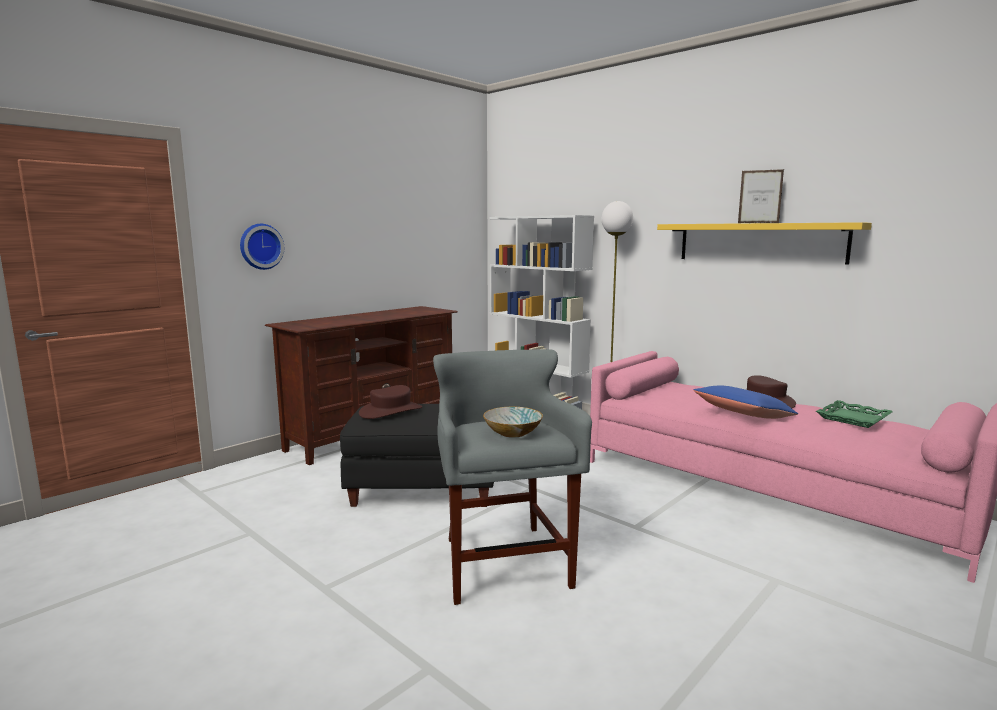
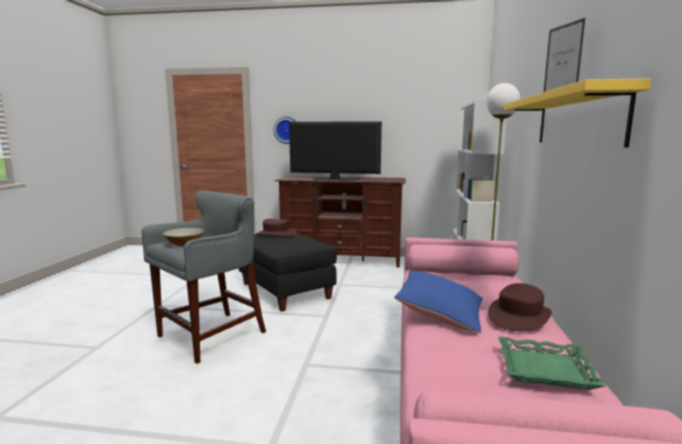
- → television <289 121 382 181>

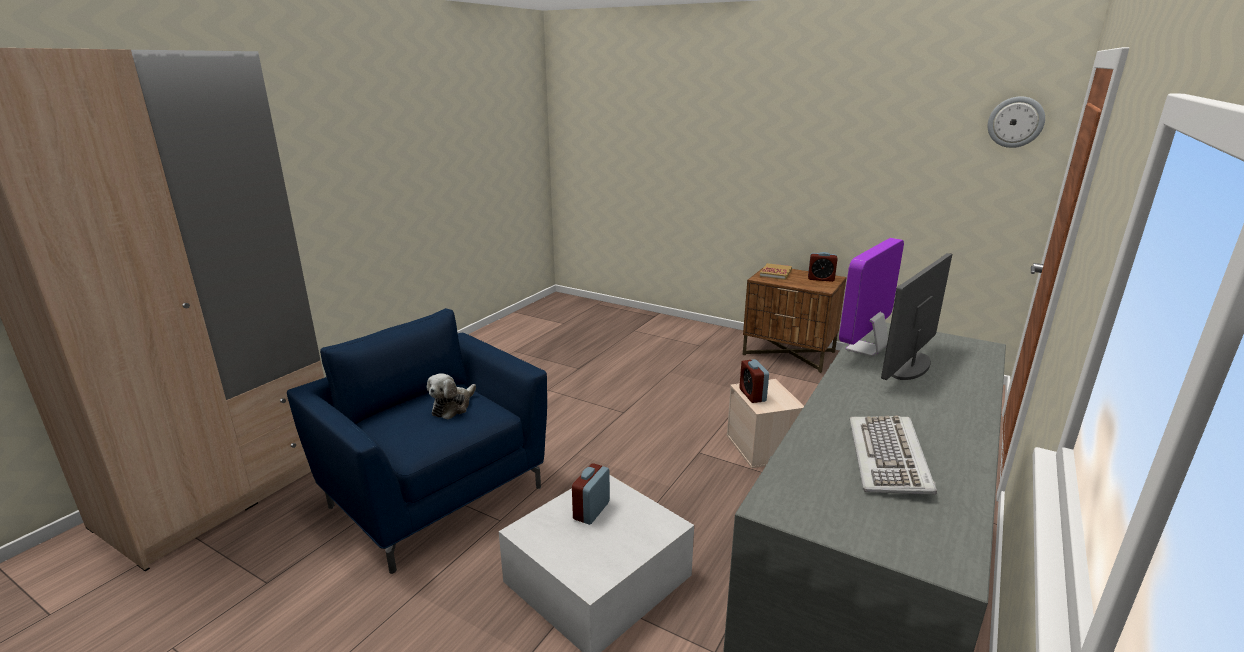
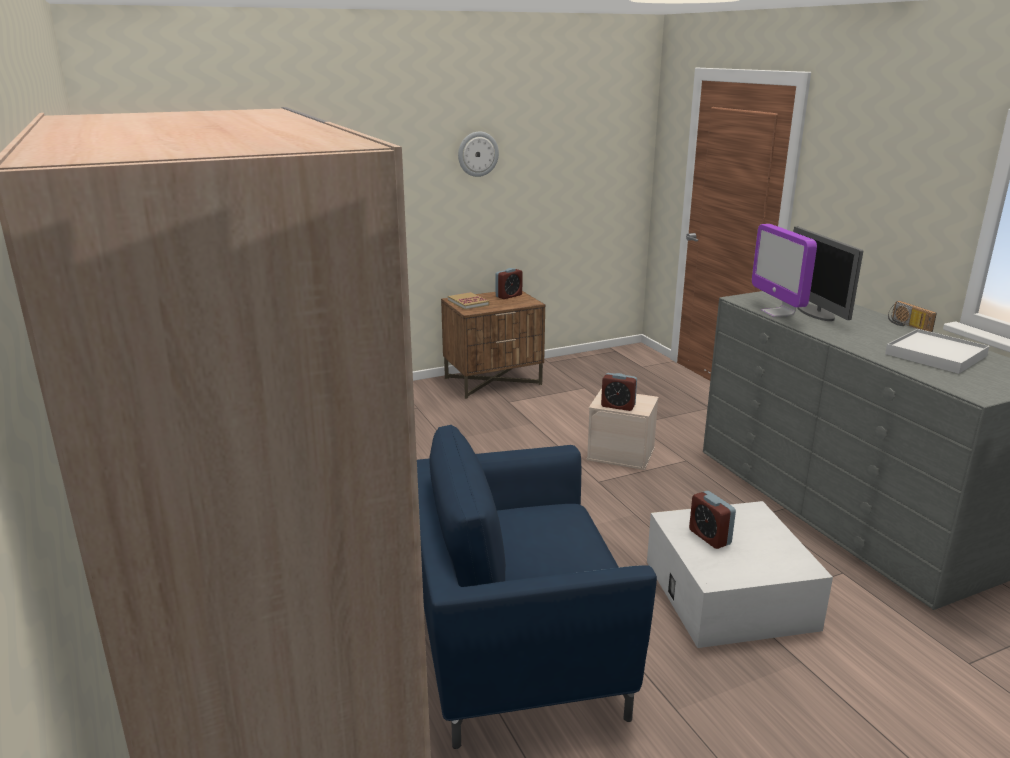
plush toy <427 373 476 419> → -
- → radio <888 301 937 332>
wall clock <988 96 1045 148> → wall clock <458 132 499 177>, moved
keyboard <850 415 937 494> → white tray <885 329 989 374>

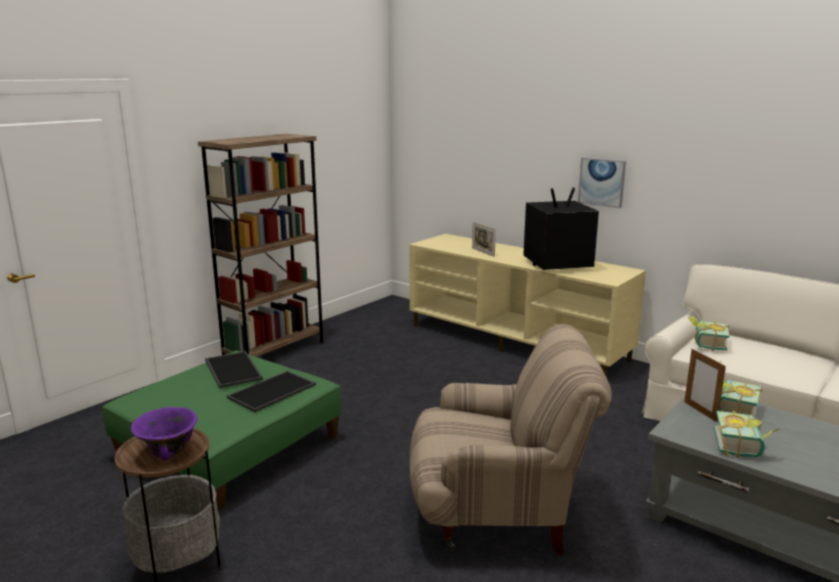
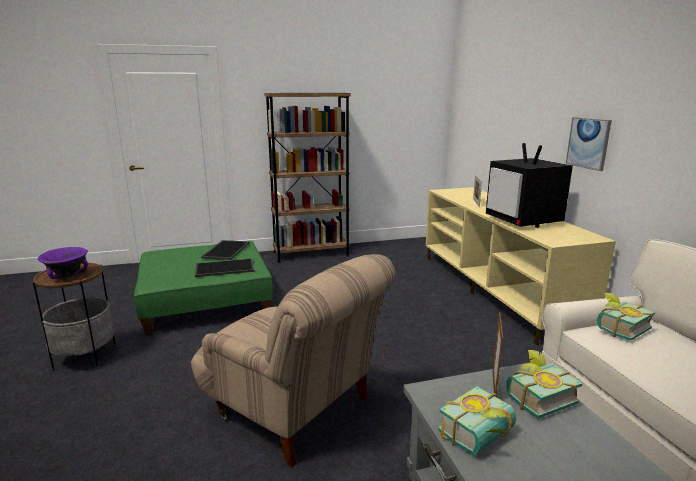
television <523 187 599 270> → television <486 143 573 228>, 135 degrees counterclockwise

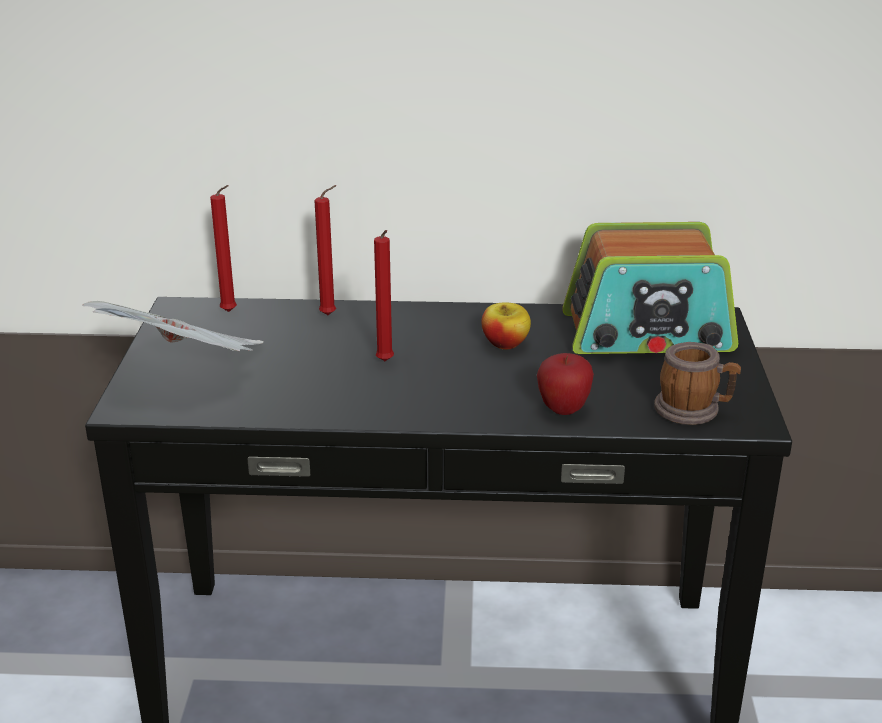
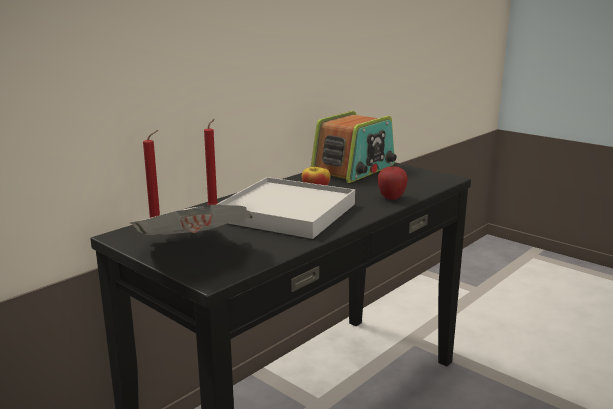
mug <654 342 741 425> → -
red candle <374 230 394 361> → white tray <216 177 355 239>

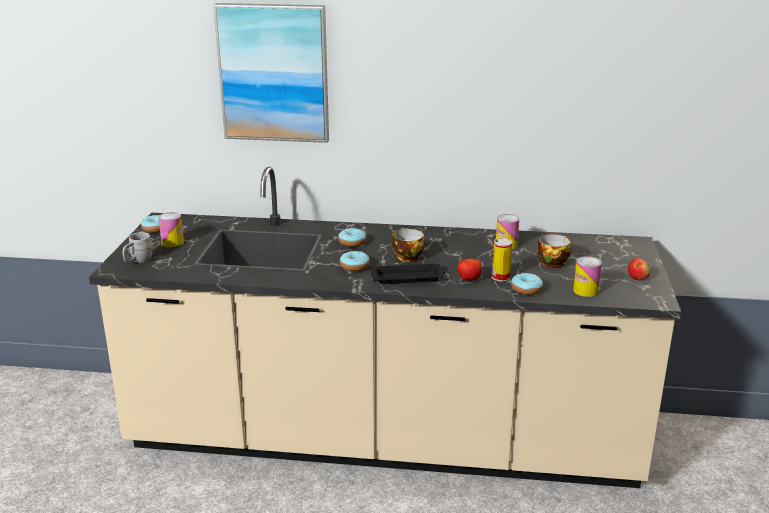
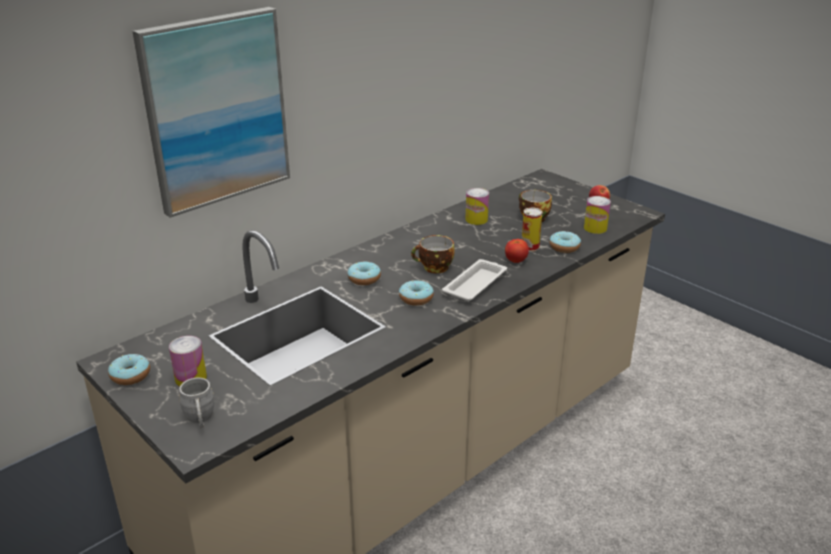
black tray <371 264 445 284> → white tray <442 259 507 301>

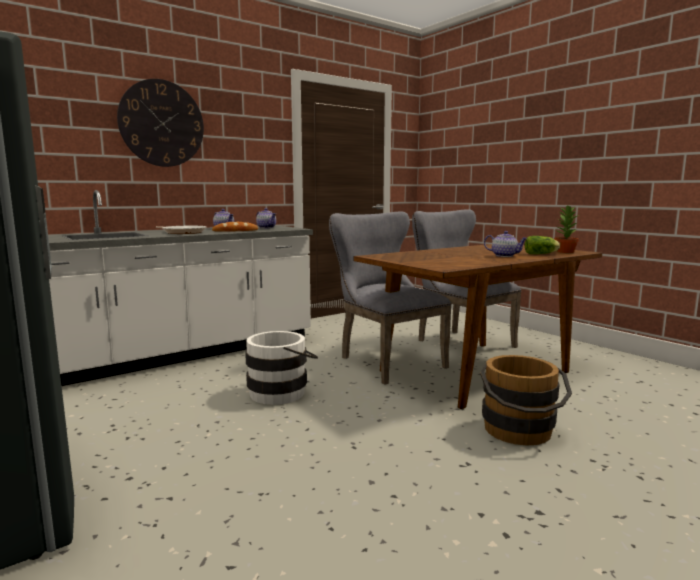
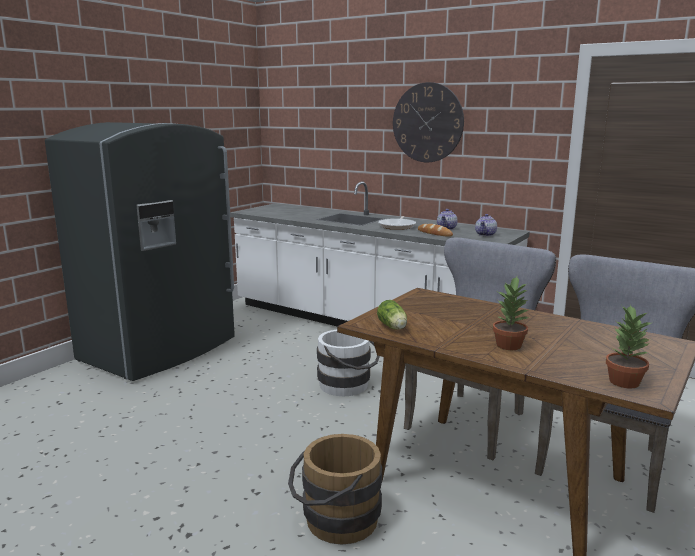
lettuce <525 236 560 254> → lettuce <377 300 407 329>, moved
teapot <484 231 528 257> → potted plant <493 277 531 350>

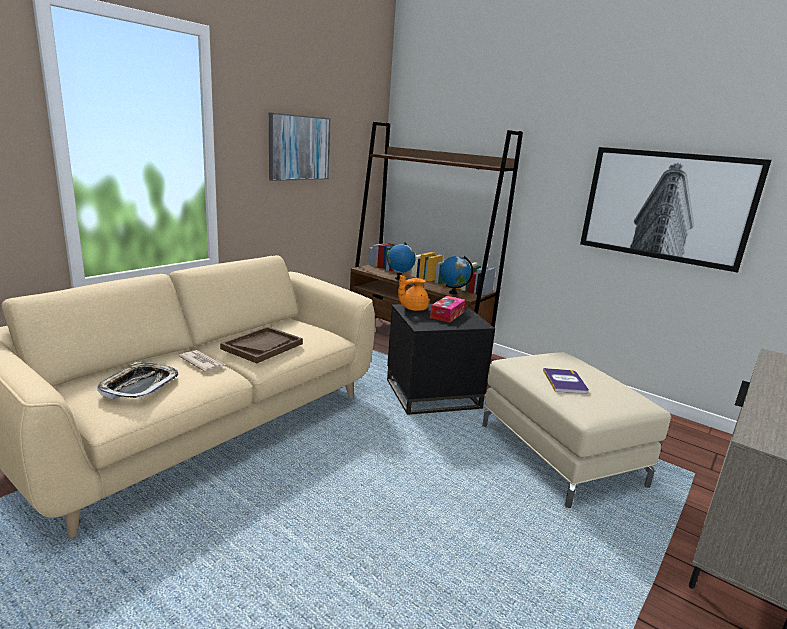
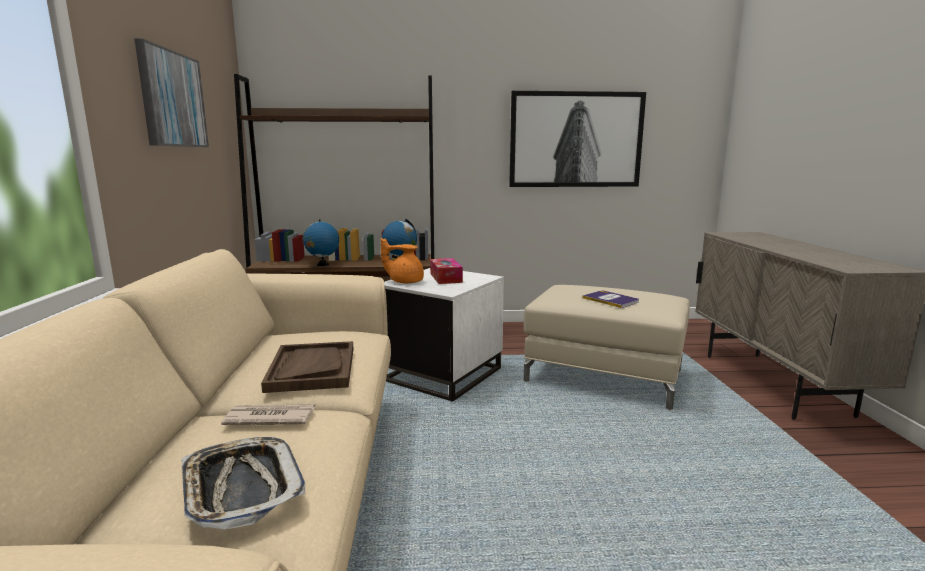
black side table <387 304 495 415> → white side table <384 268 504 402>
orange teapot <398 275 429 311> → orange teapot <381 238 424 283>, 75 degrees clockwise

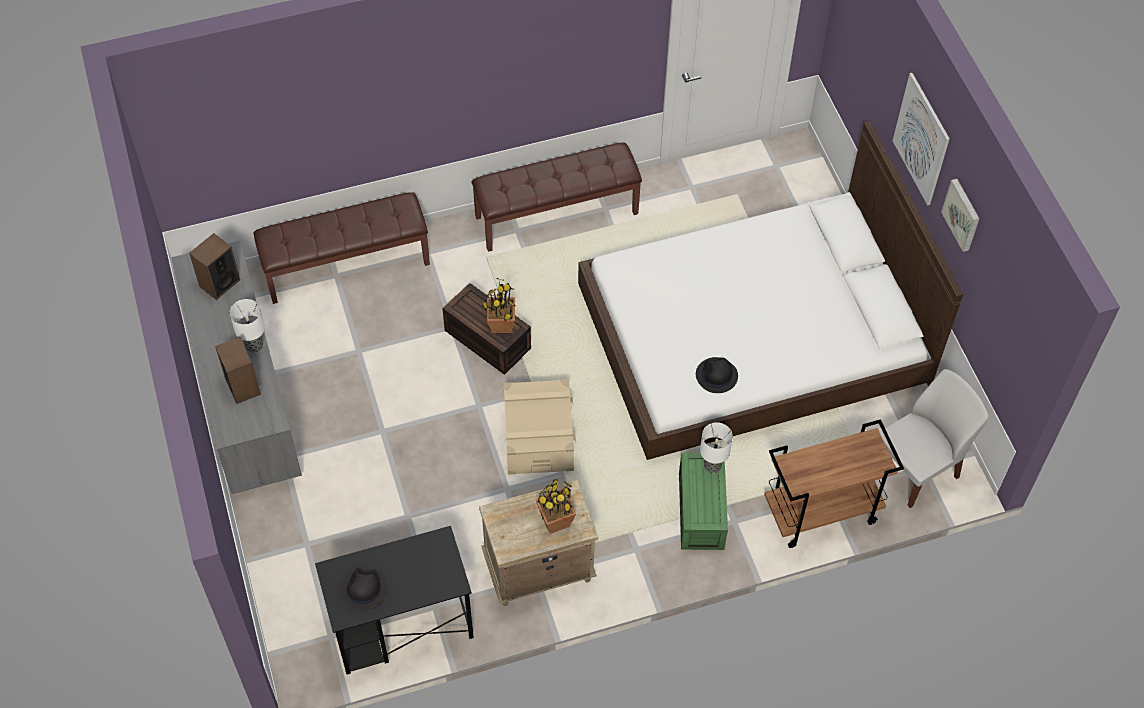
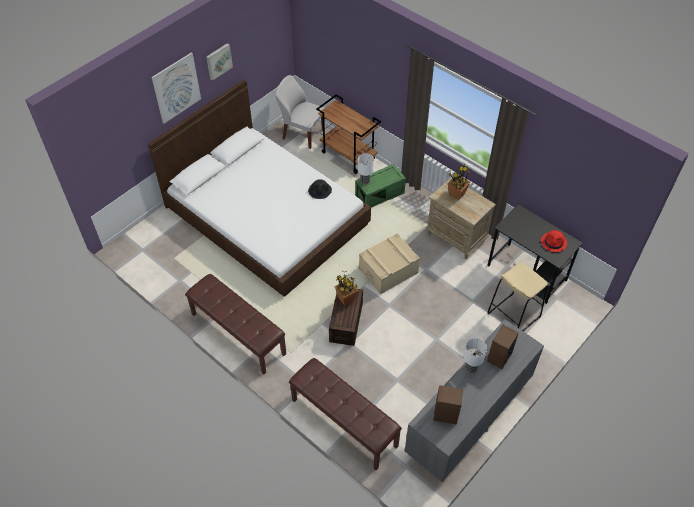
- → beige stool <487 262 548 331>
black hat <340 567 388 611> → red hat <541 230 567 252>

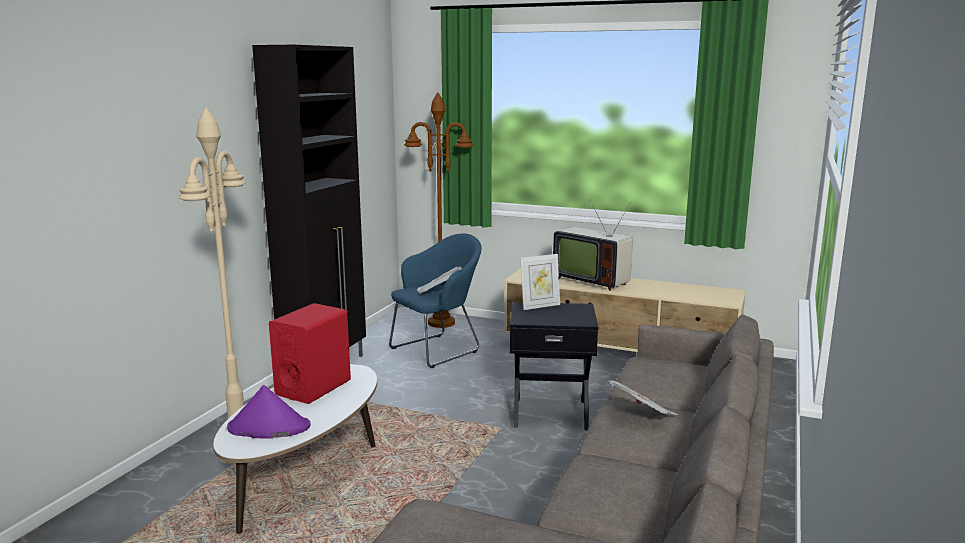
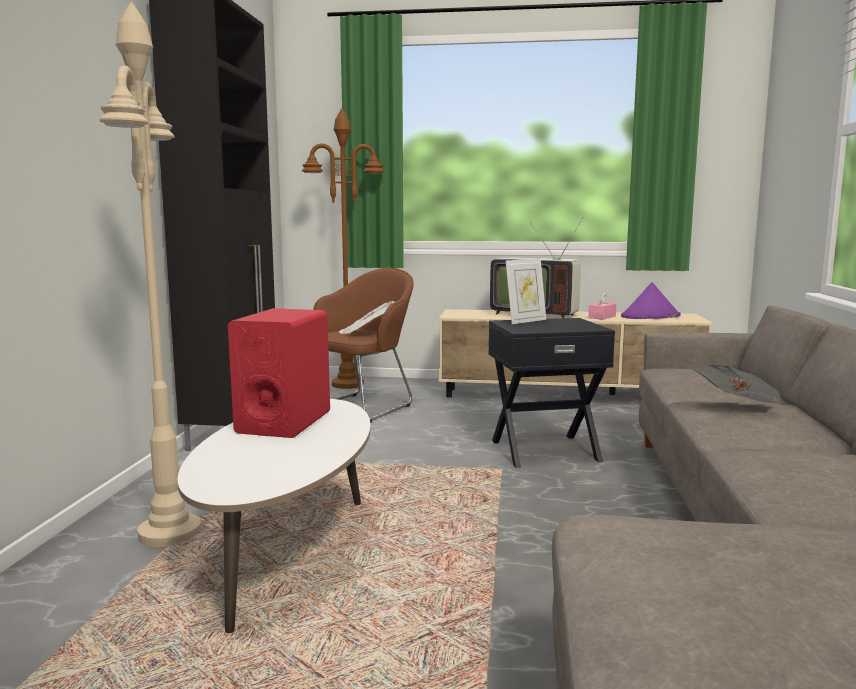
- → pink tissue box <588 292 616 320>
purple hat <227 385 311 439> → purple hat <621 282 681 319>, moved
blue armchair <389 233 482 368> → brown armchair <314 268 414 423>

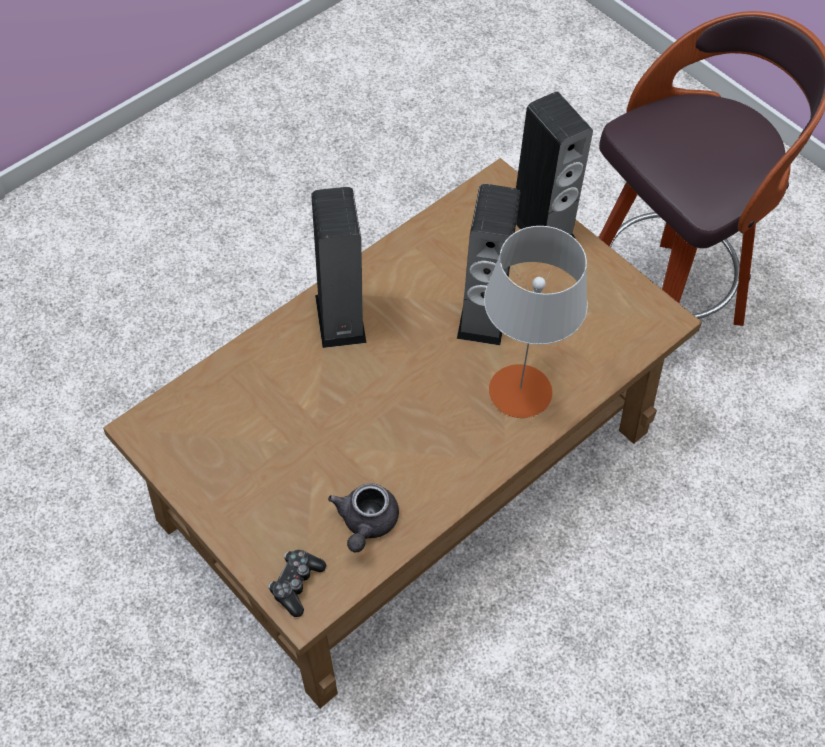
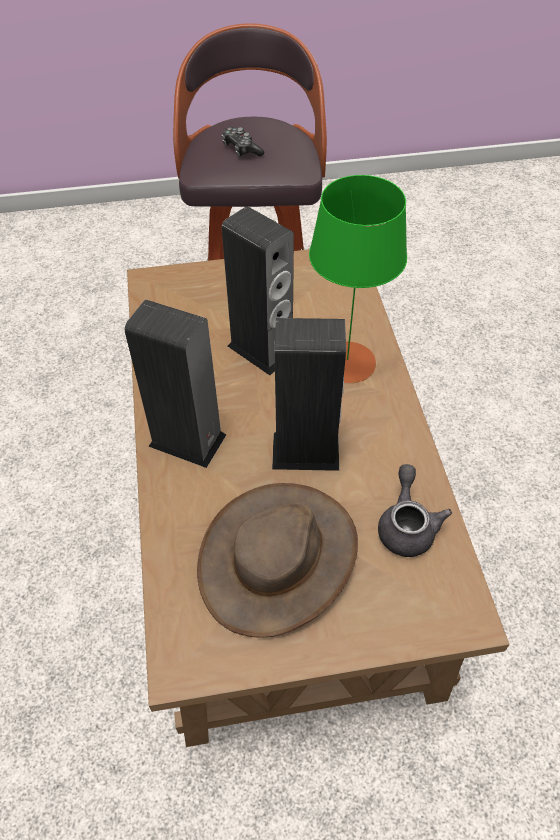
- → brown hat <197 483 358 638>
game controller <268 550 326 617> → game controller <222 127 264 157>, moved
speaker <516 92 593 239> → speaker <272 318 346 471>, moved
grey table lamp <484 226 588 418> → green table lamp <309 175 407 384>
grey teapot <328 483 399 552> → grey teapot <378 464 452 557>, 135 degrees counterclockwise

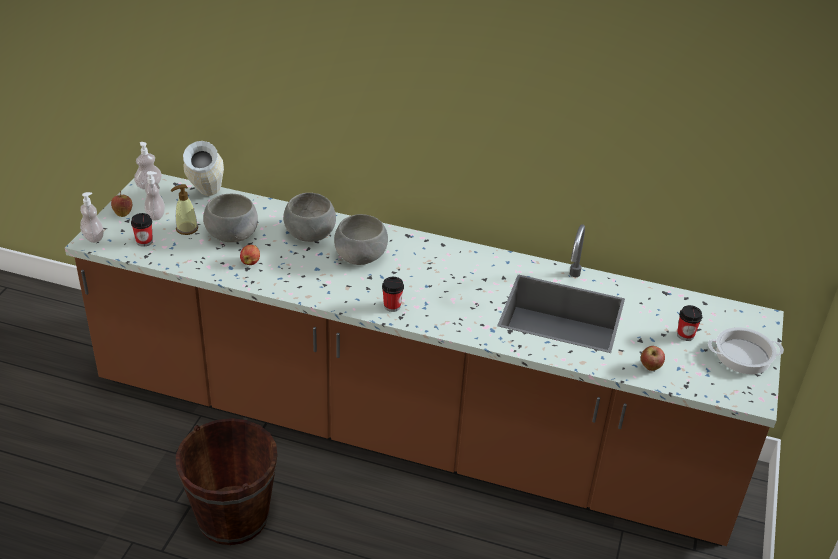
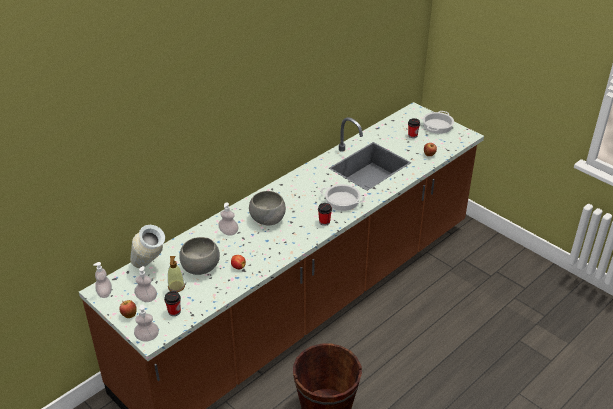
- → cooking pot <320 184 365 211>
grey bowl <283 193 336 242> → soap dispenser <218 202 238 236>

